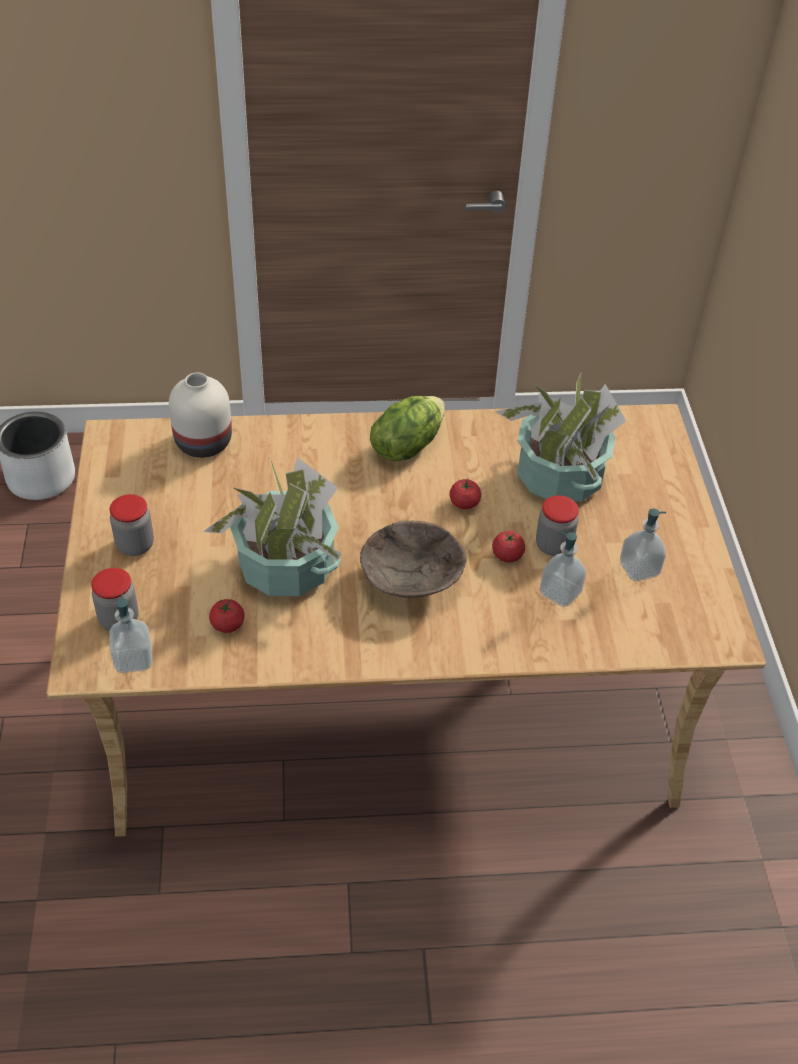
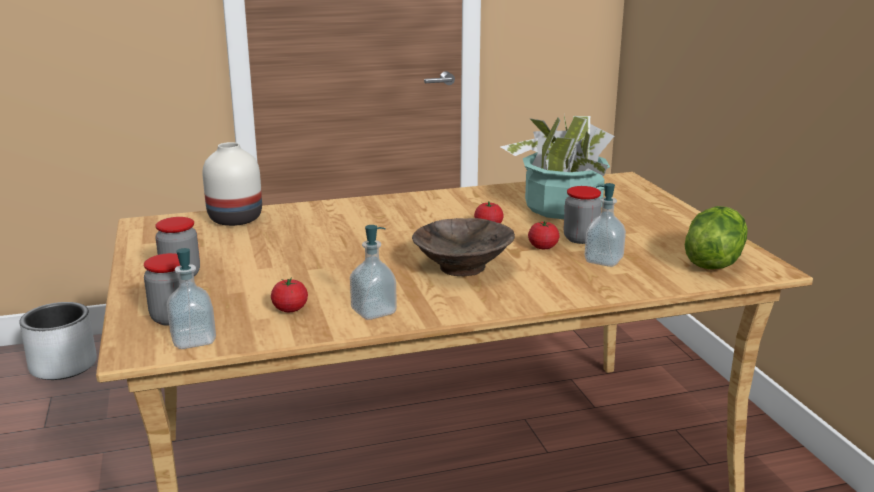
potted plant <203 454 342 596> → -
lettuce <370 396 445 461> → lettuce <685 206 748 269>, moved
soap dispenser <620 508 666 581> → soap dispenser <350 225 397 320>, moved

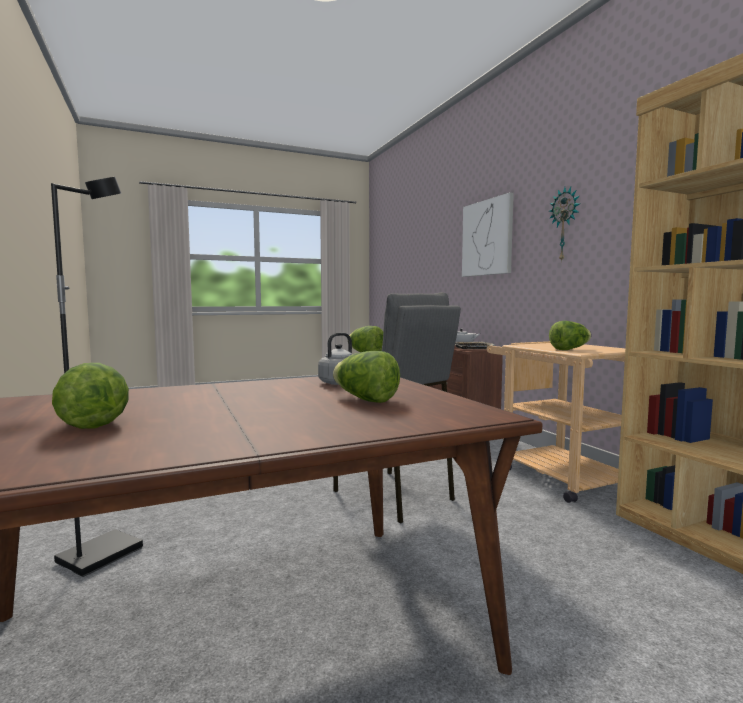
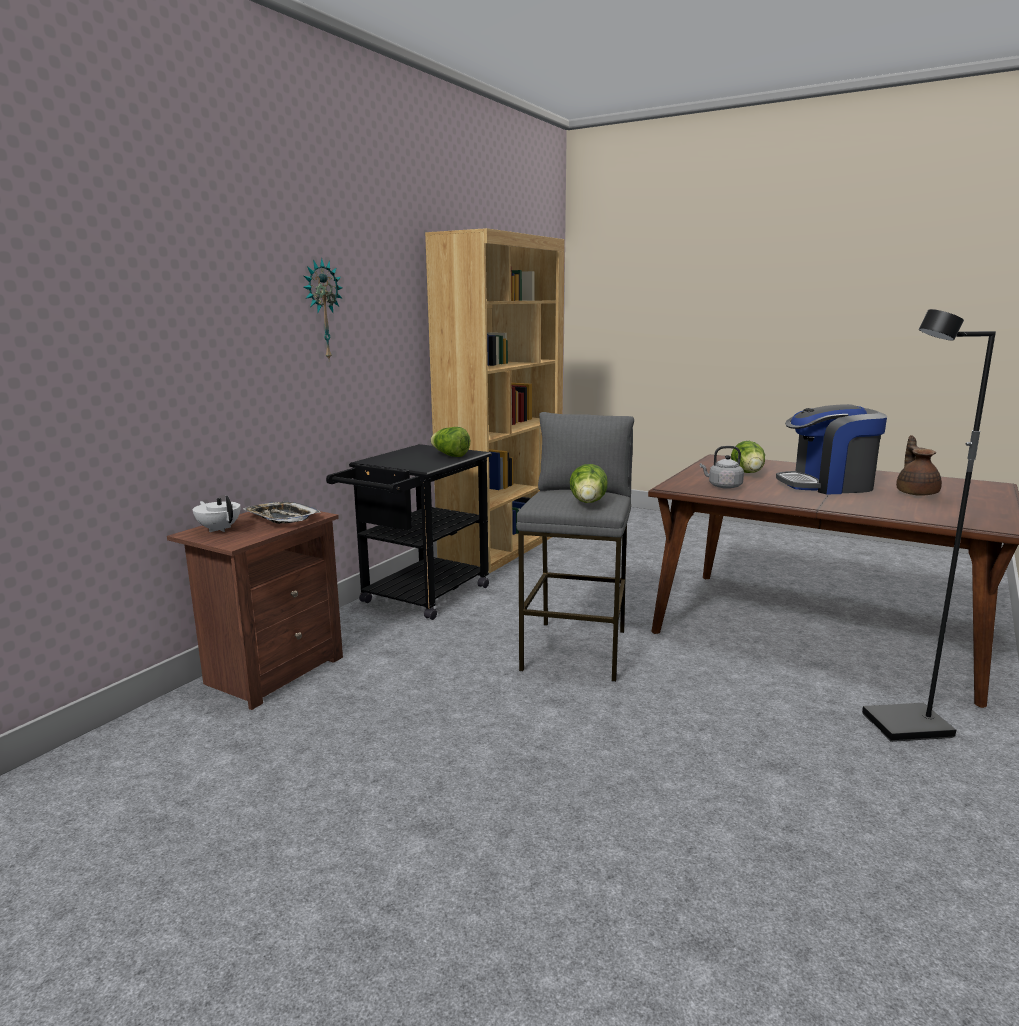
picture <462 192 514 277> → -
- → coffee machine <776 404 887 495>
lettuce <52 363 129 429> → brown teapot <896 435 942 496>
beige cart <487 341 625 503> → black cart <326 444 492 620>

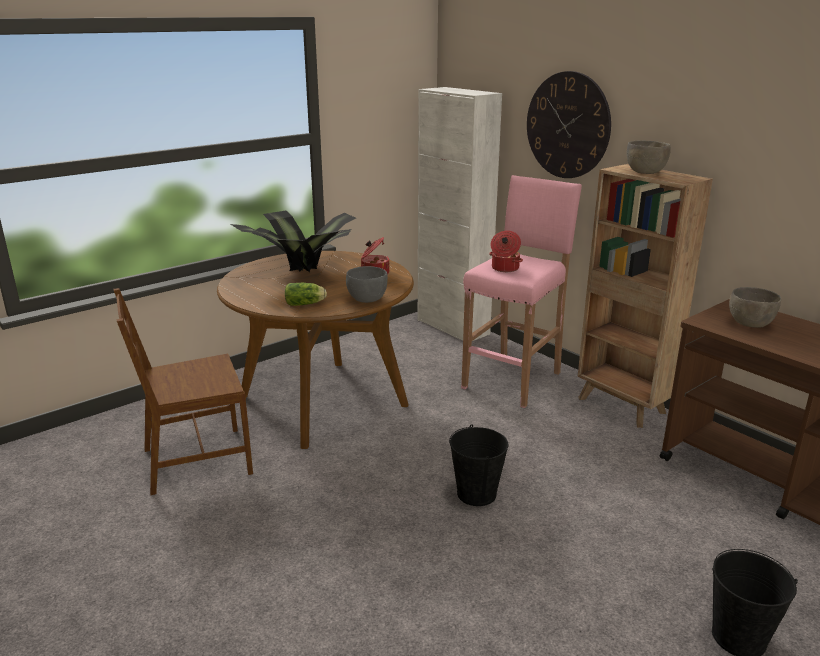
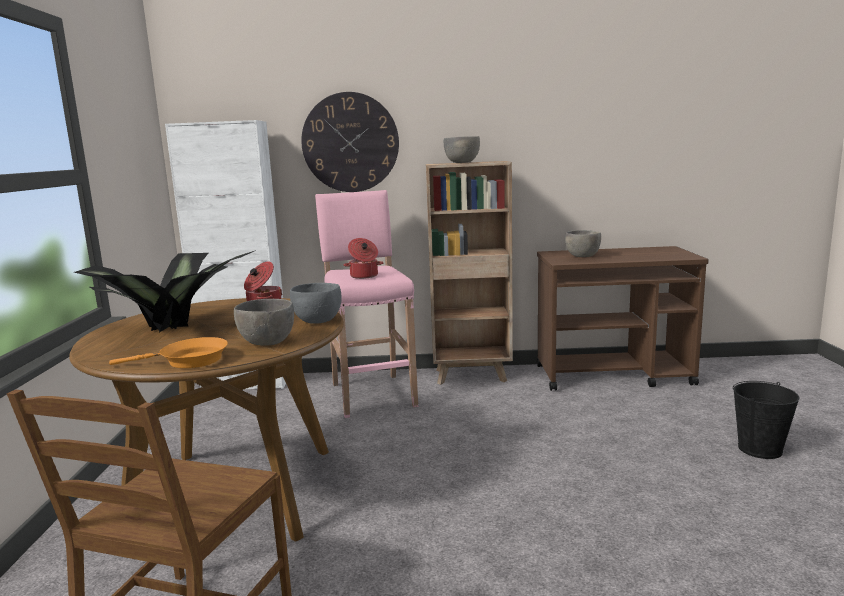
black bucket <449 424 509 506> → -
- → orange frying pan <109 337 228 368>
lettuce <285 283 327 306> → grey bowl <234 299 294 345>

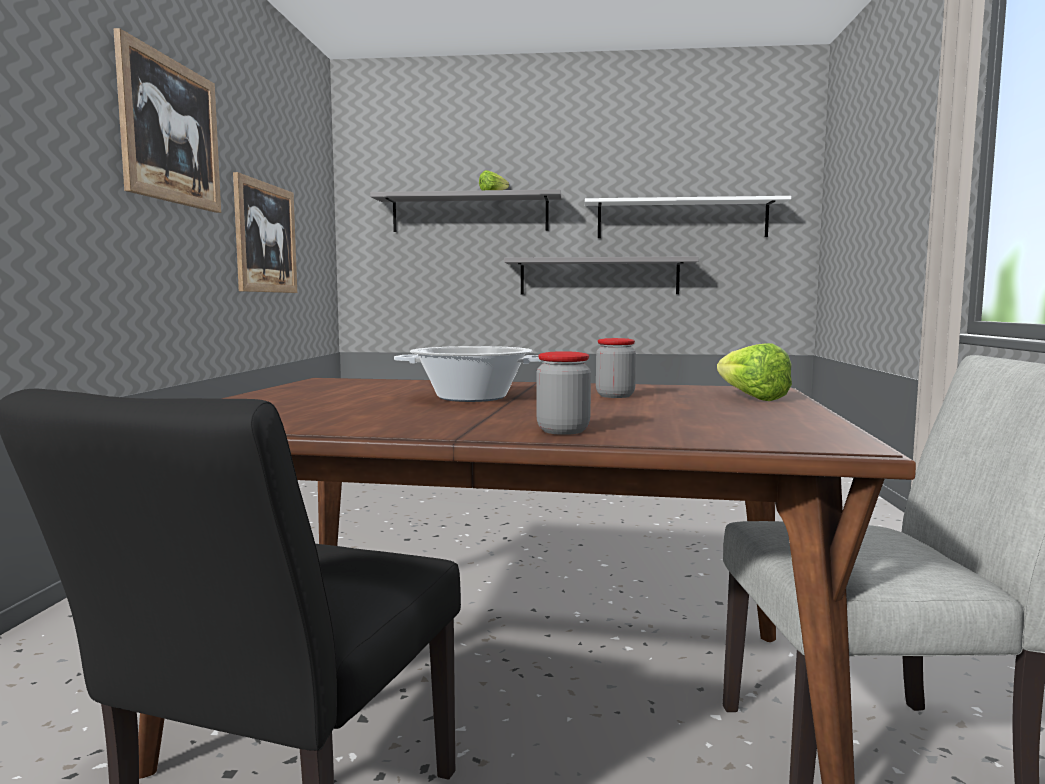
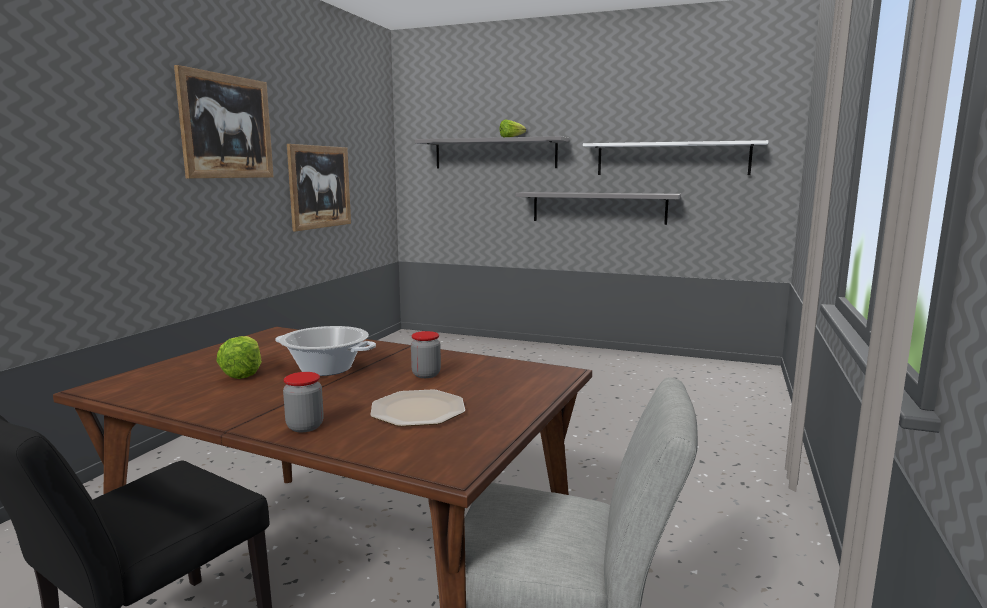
- → plate <370 389 465 427>
lettuce <717 343 792 401> → lettuce <216 336 262 379>, moved

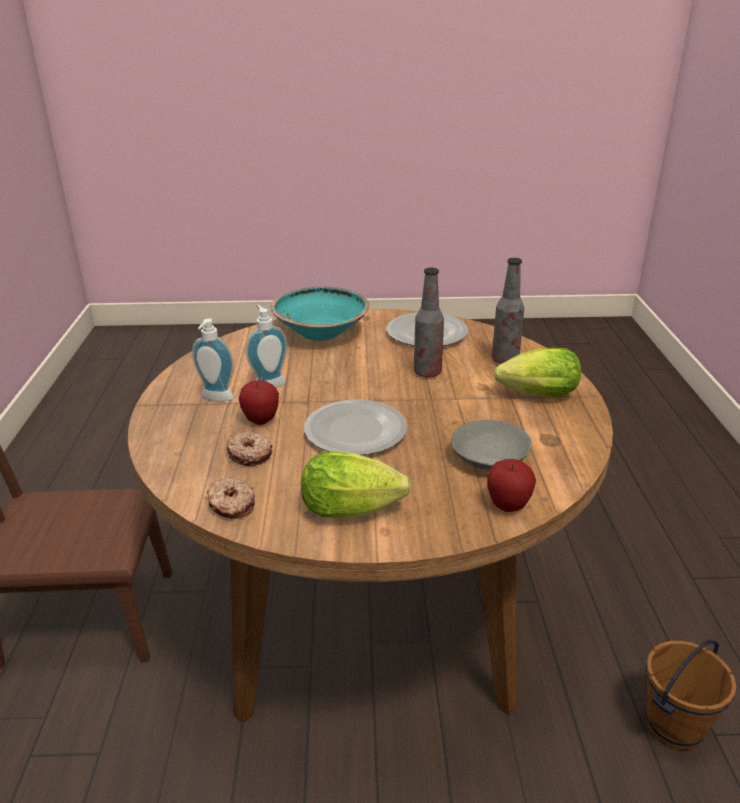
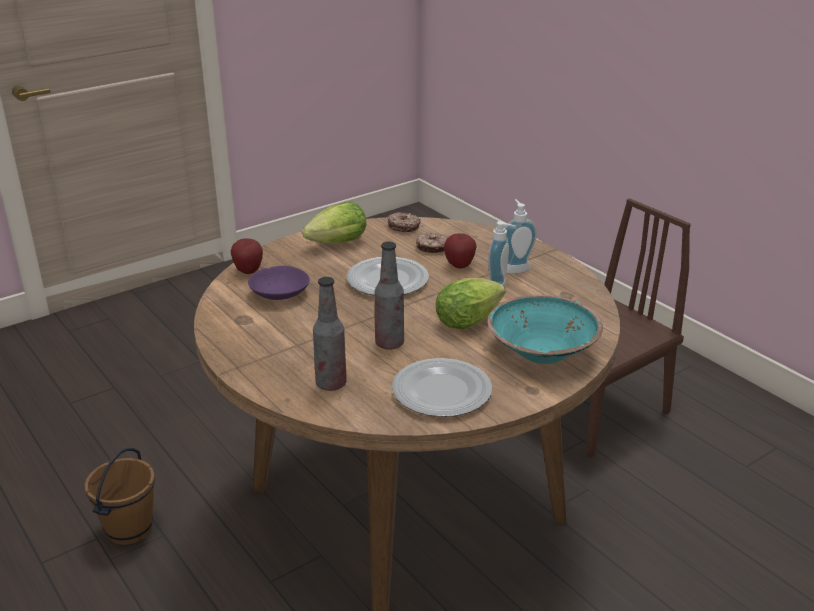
lettuce <494 348 581 397> → lettuce <436 278 505 329>, moved
grey bowl <451 420 532 470> → purple bowl <248 266 310 300>

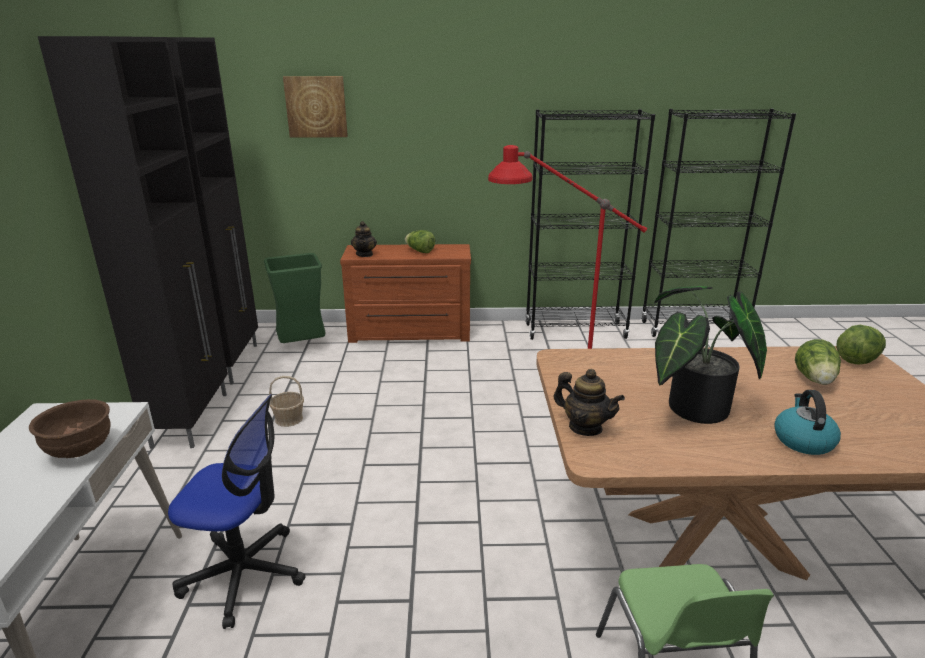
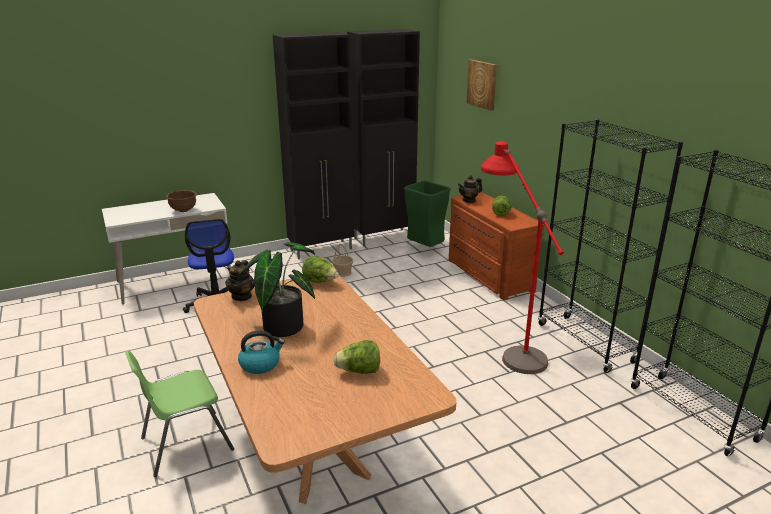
lettuce <836 325 886 364> → lettuce <302 256 339 283>, moved

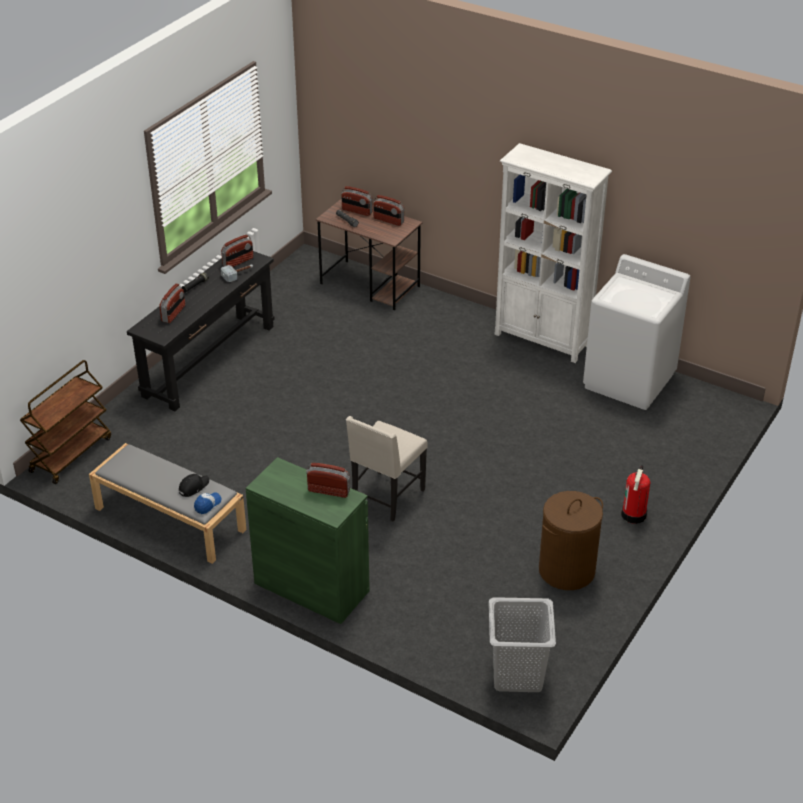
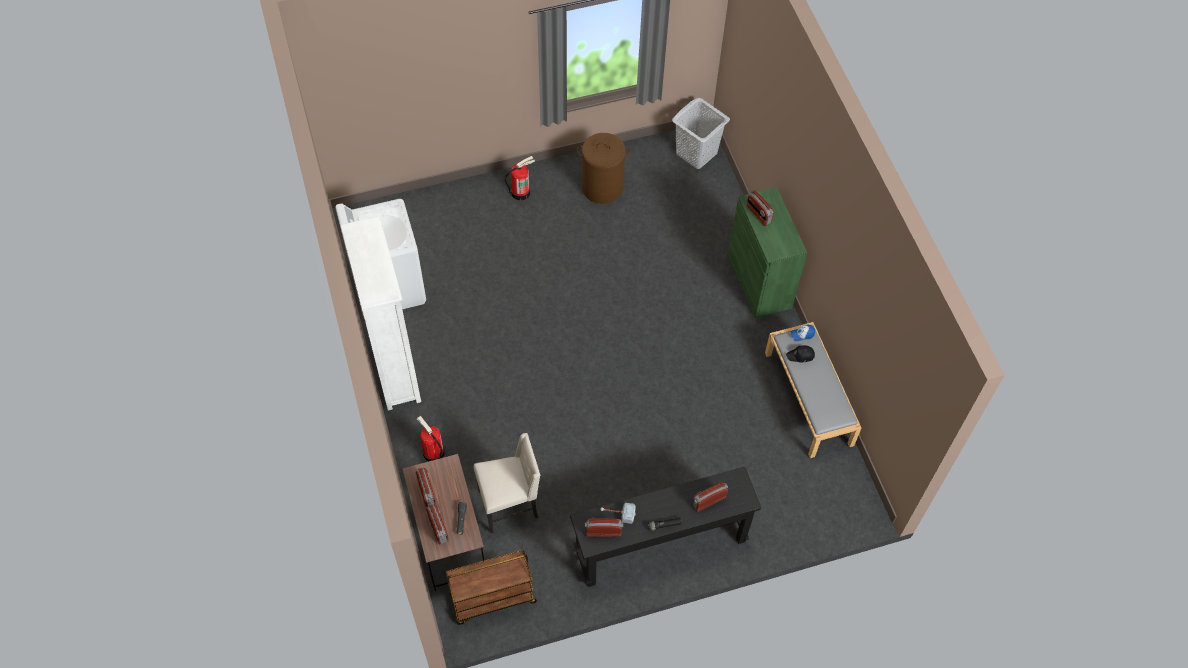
- → fire extinguisher <417 416 445 462>
brown cart <20 360 111 484> → brown cart <445 550 537 625>, moved
beige chair <346 416 428 522> → beige chair <473 433 540 533>, moved

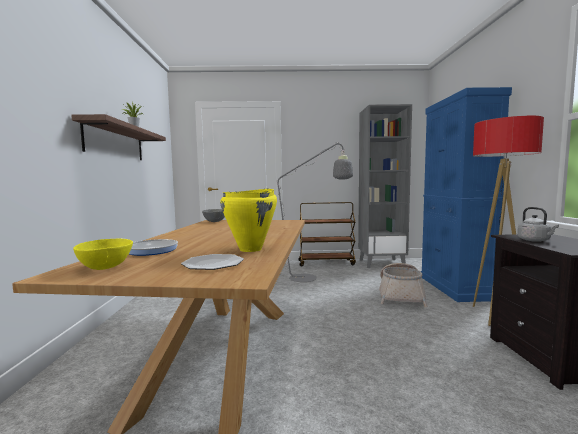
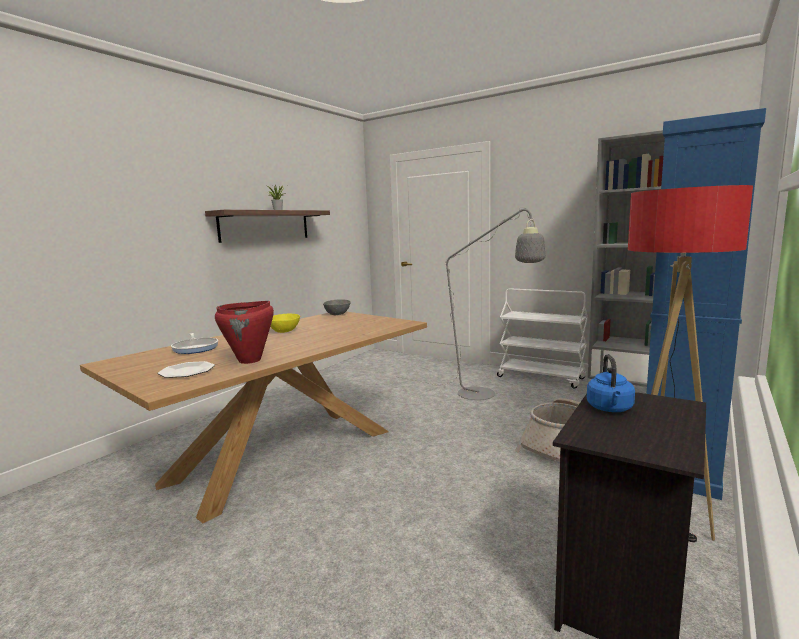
yellow bowl <73 239 133 270> → yellow bowl <270 314 300 333>, moved
yellow cooking pot <220 189 277 252> → red cooking pot <215 301 274 364>
brown cart <298 202 356 267> → white cart <497 288 588 389>
grey kettle <517 207 559 242> → blue kettle <587 354 635 412>

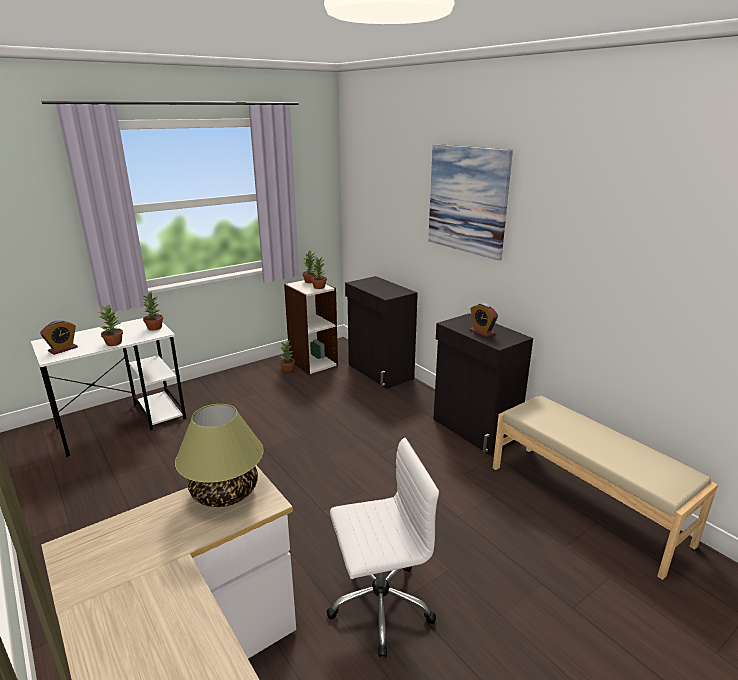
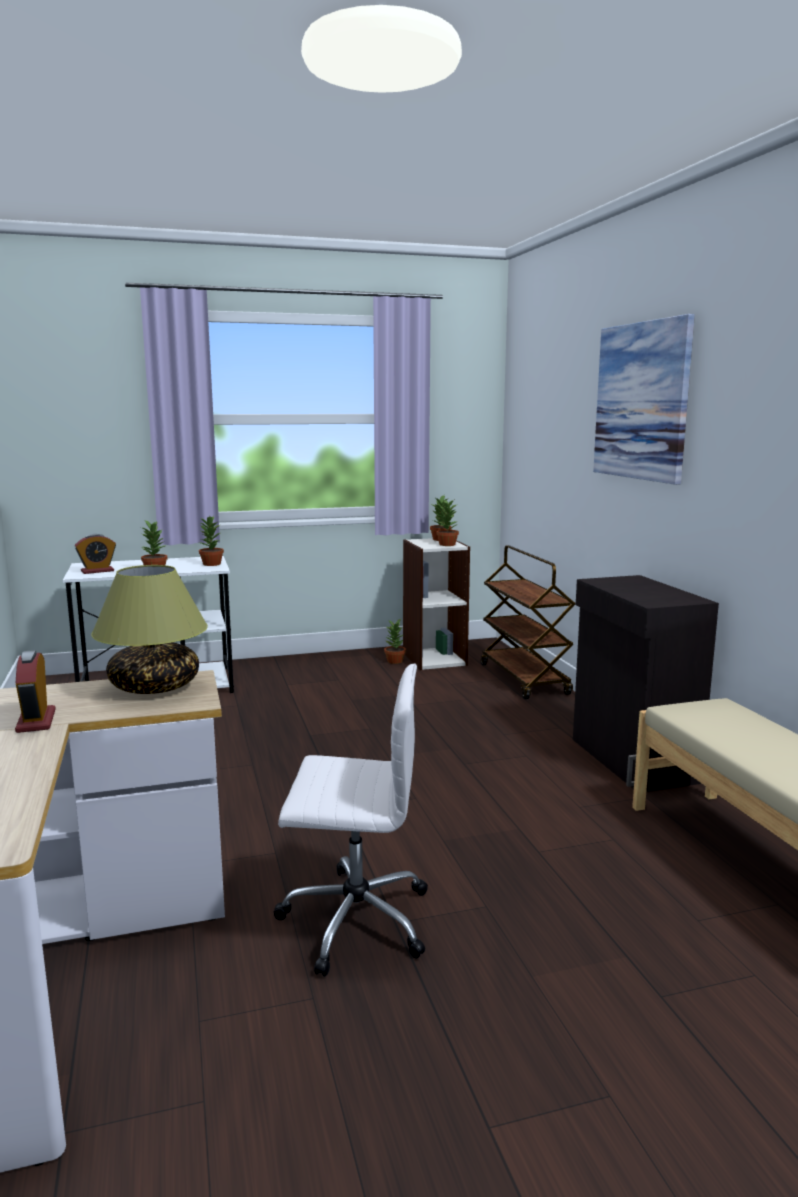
alarm clock <469 303 498 337> → alarm clock <15 650 56 733>, moved
black cabinet <345 276 418 389> → brown cart <481 545 576 699>

